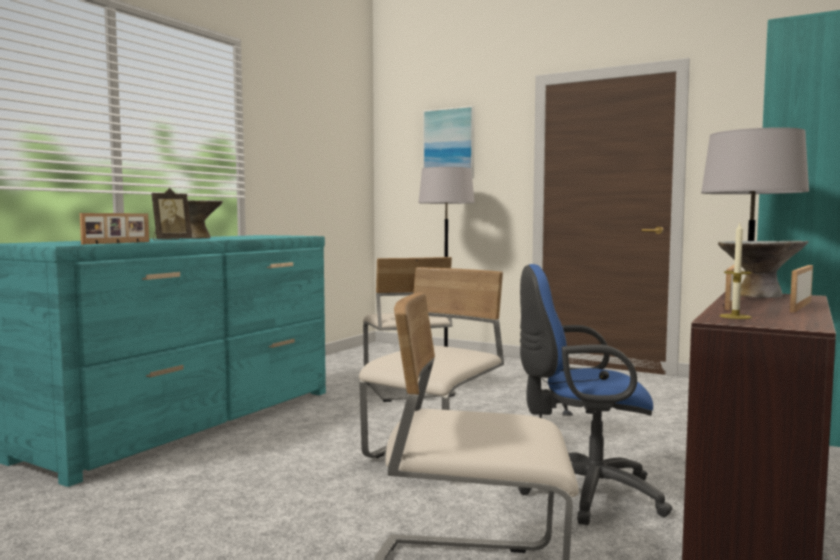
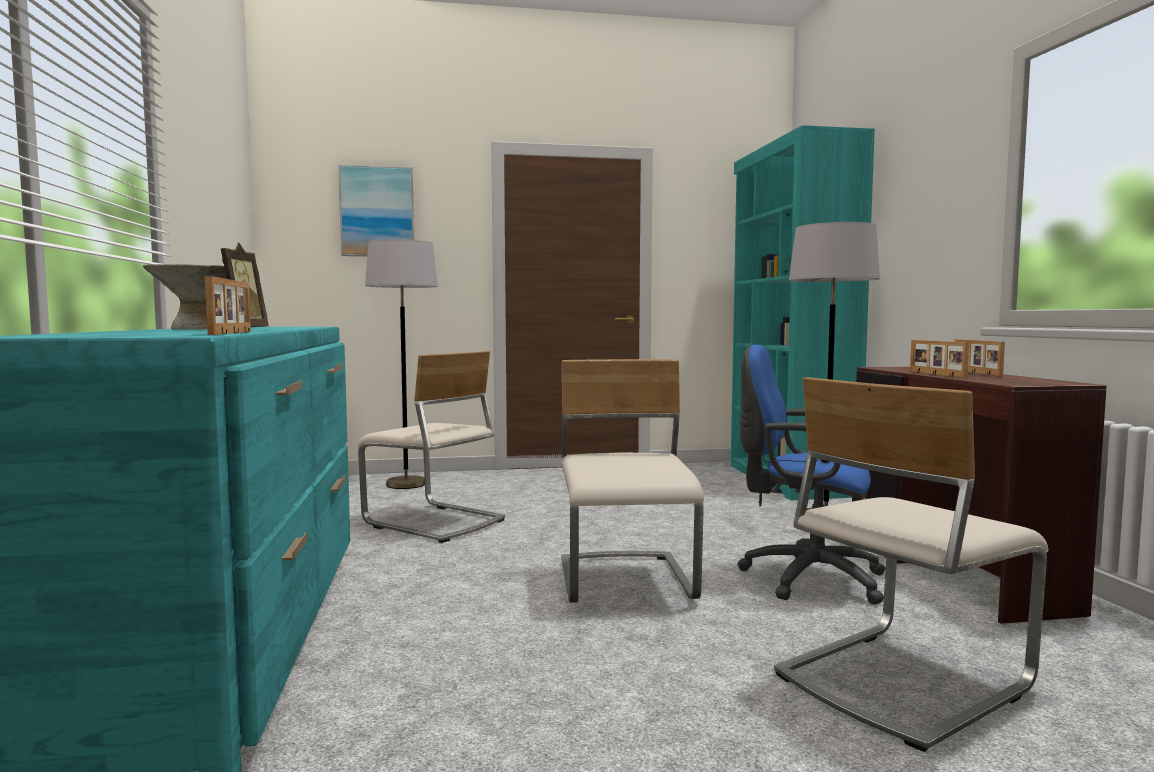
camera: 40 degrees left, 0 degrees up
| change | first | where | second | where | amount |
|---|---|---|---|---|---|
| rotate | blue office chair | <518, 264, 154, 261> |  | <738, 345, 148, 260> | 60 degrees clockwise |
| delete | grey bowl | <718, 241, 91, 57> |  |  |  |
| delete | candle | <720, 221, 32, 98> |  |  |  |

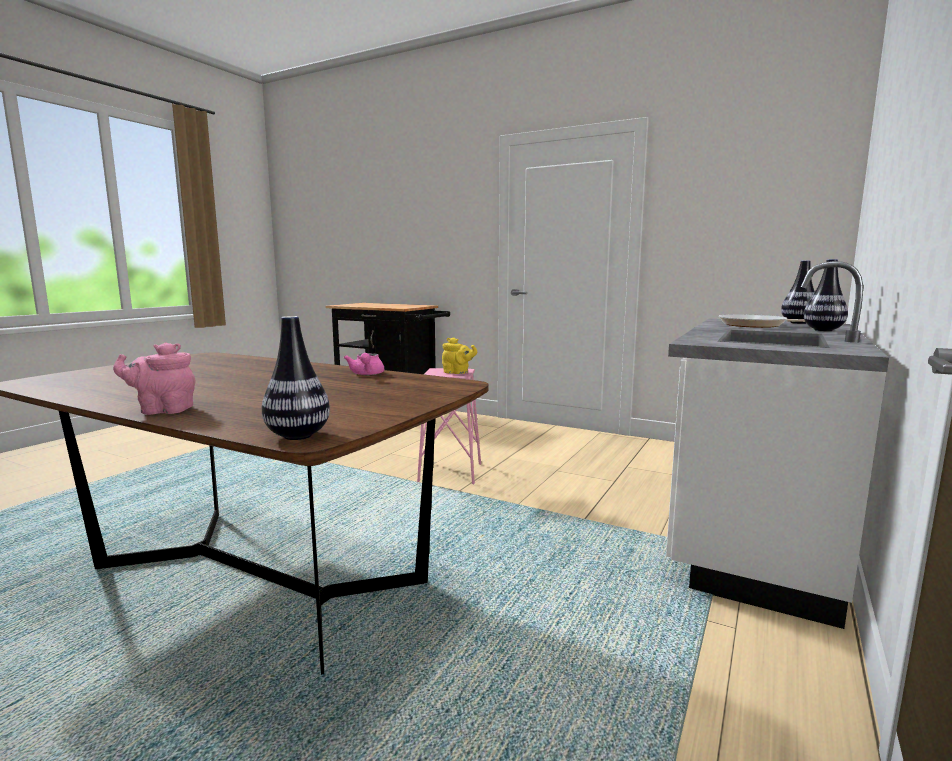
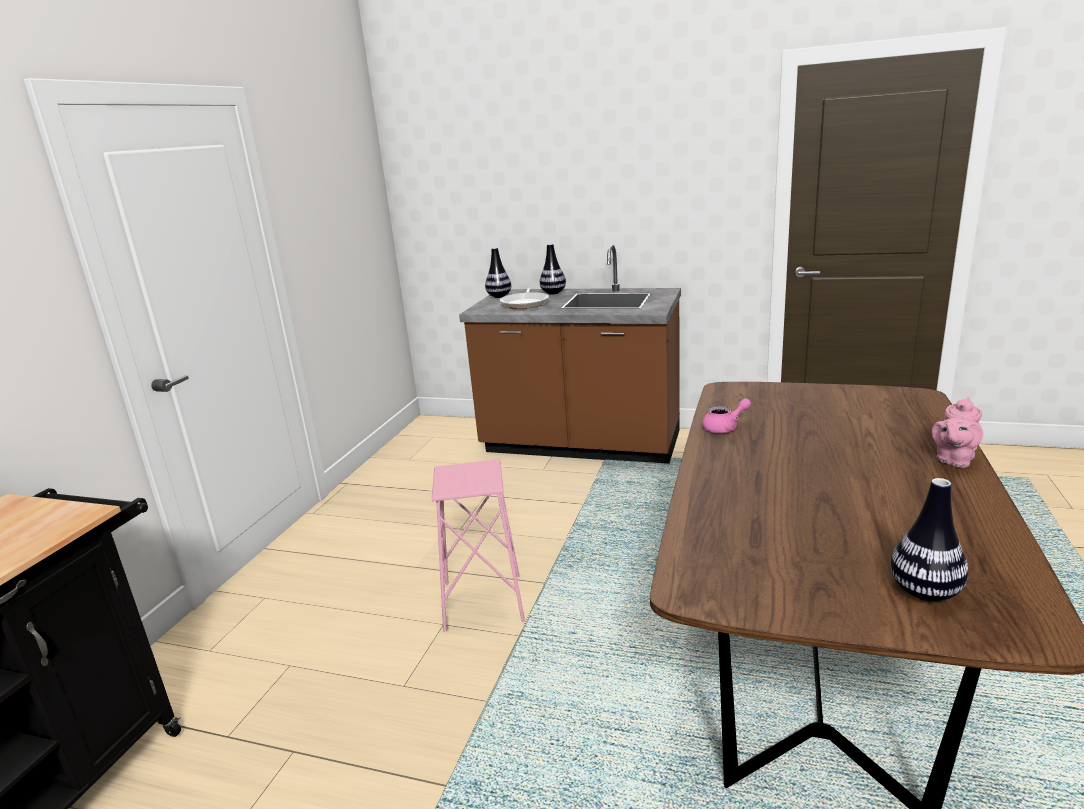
camera: 100 degrees left, 10 degrees up
| change | first | where | second | where | amount |
|---|---|---|---|---|---|
| recolor | white counter | <666, 261, 223, 368> | brown counter | <459, 245, 222, 219> |  |
| move | vase | <262, 316, 68, 124> |  | <890, 478, 78, 123> |  |
| rotate | pink teapot | <113, 342, 83, 73> |  | <932, 397, 51, 71> | 60 degrees clockwise |
| delete | yellow teapot | <442, 337, 35, 37> |  |  |  |

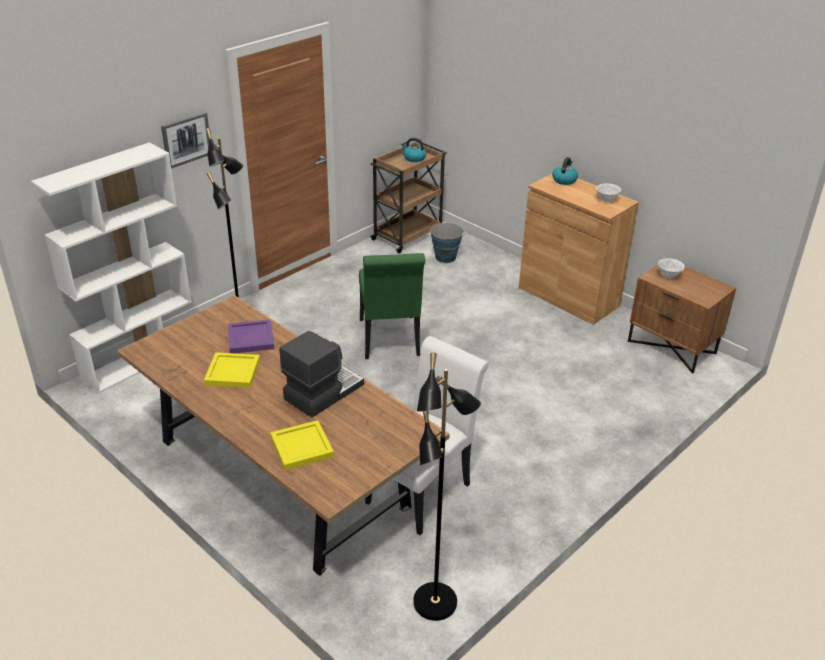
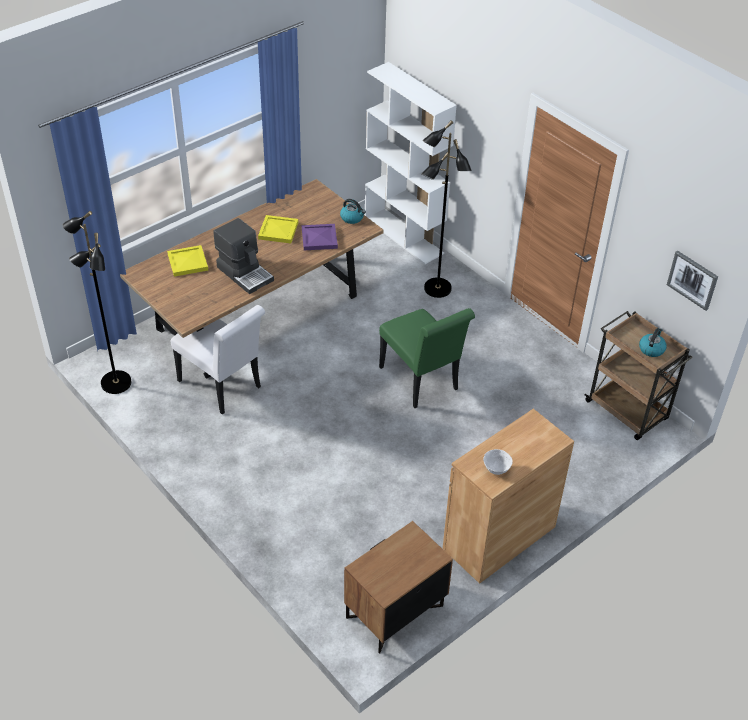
camera: 95 degrees right, 10 degrees up
| change | first | where | second | where | amount |
|---|---|---|---|---|---|
| move | kettle | <552, 157, 26, 28> |  | <340, 199, 26, 25> |  |
| rotate | green chair | <359, 253, 66, 106> |  | <379, 308, 96, 100> | 120 degrees counterclockwise |
| move | picture | <161, 112, 49, 56> |  | <667, 251, 51, 60> |  |
| delete | bucket | <429, 223, 35, 40> |  |  |  |
| delete | white bowl | <658, 258, 27, 20> |  |  |  |

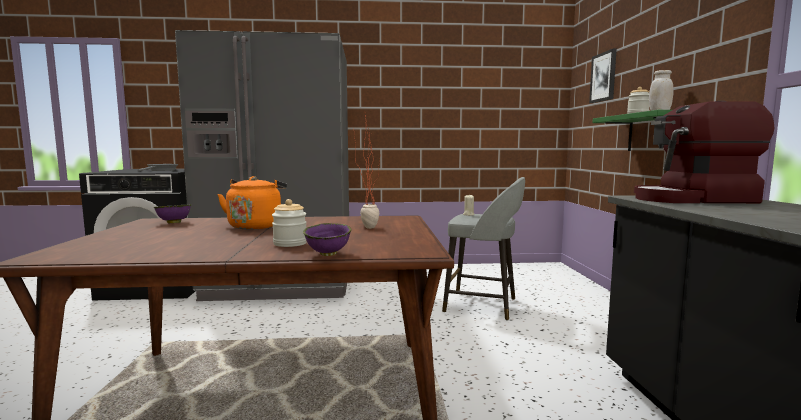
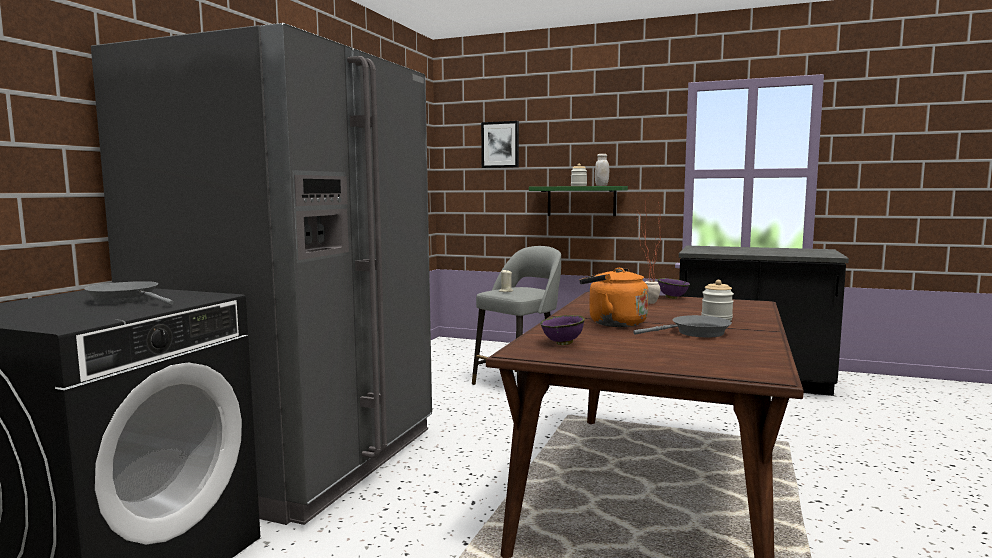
camera: 65 degrees left, 0 degrees up
| change | first | where | second | where | amount |
|---|---|---|---|---|---|
| insert |  |  | grey frying pan | <633, 315, 99, 22> |  |
| move | purple bowl | <303, 223, 48, 33> |  | <658, 278, 32, 21> |  |
| delete | coffee machine | <634, 101, 140, 102> |  |  |  |

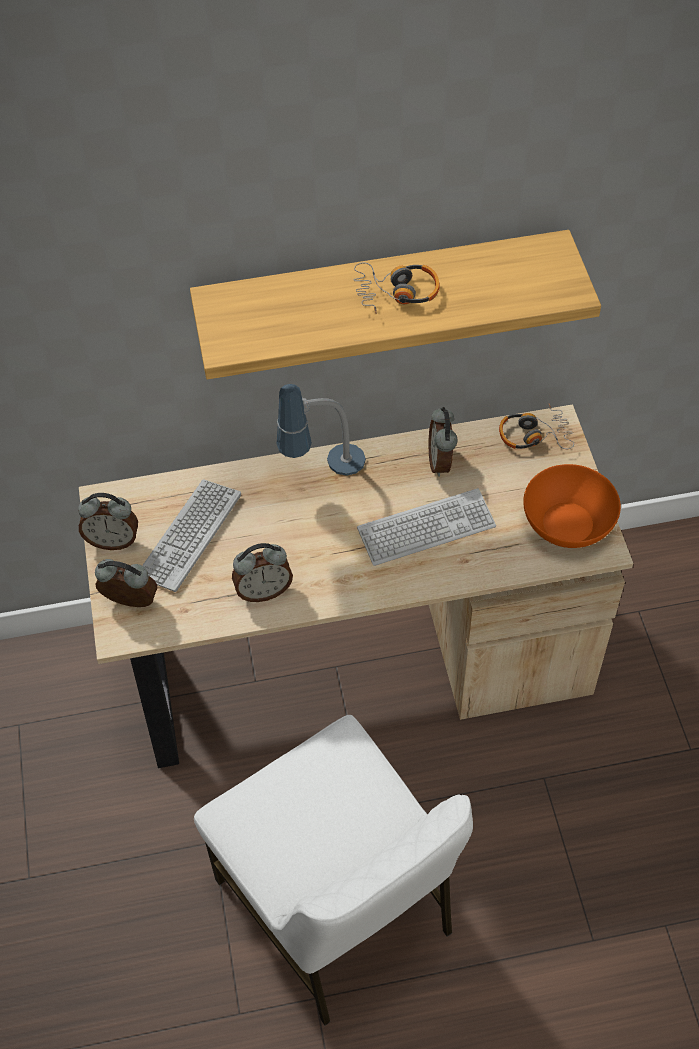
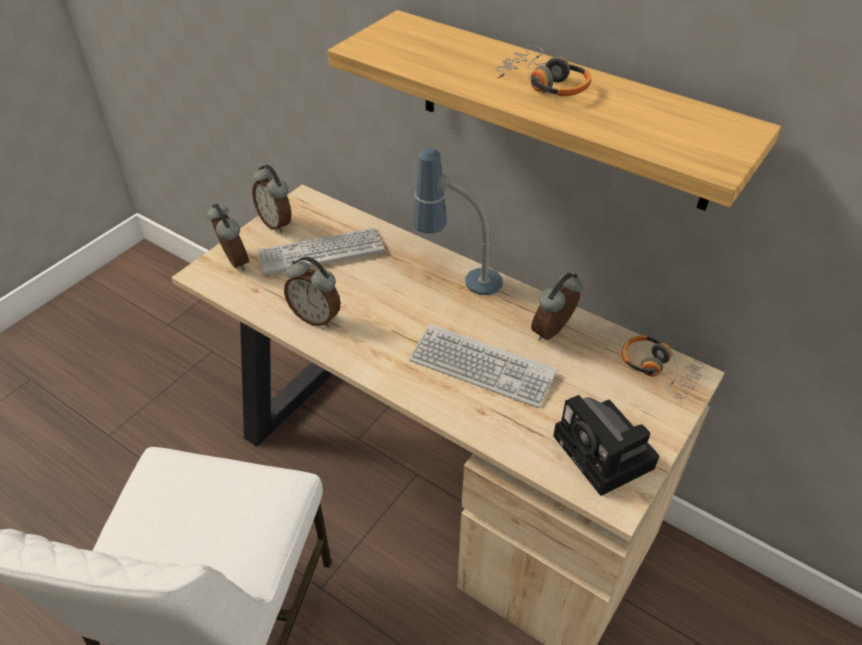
camera: 45 degrees right, 10 degrees down
| change | first | where | second | where | amount |
|---|---|---|---|---|---|
| replace | orange bowl | <523, 464, 98, 84> | photo camera | <553, 395, 106, 101> |  |

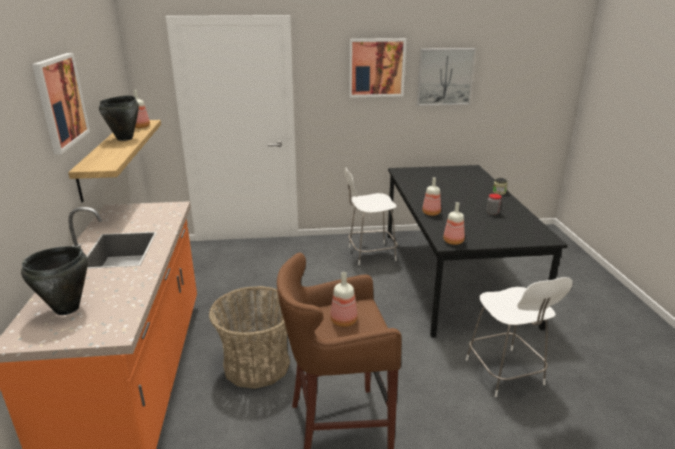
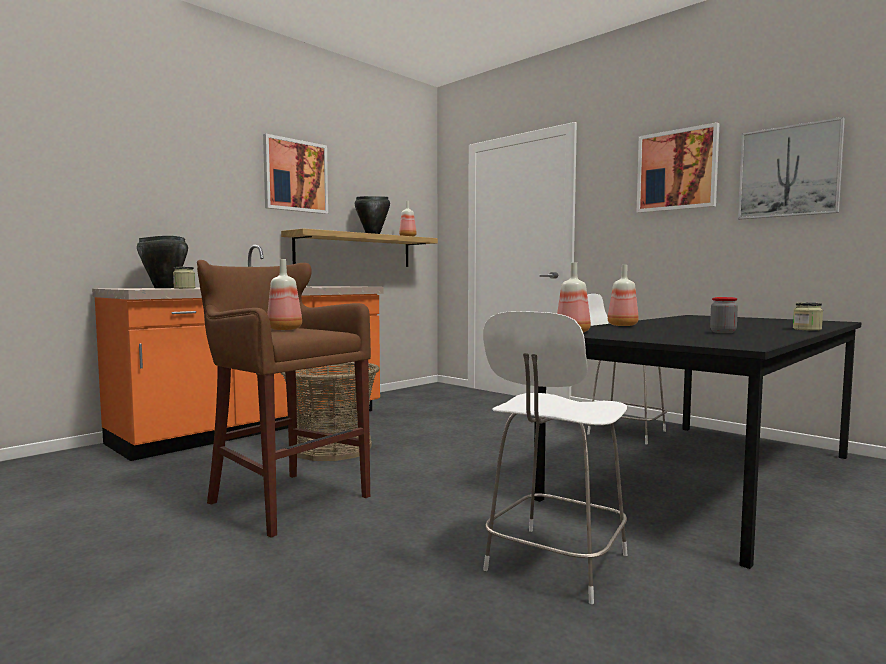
camera: 50 degrees right, 20 degrees down
| change | first | where | second | where | amount |
|---|---|---|---|---|---|
| insert |  |  | jar | <173, 267, 22, 22> |  |

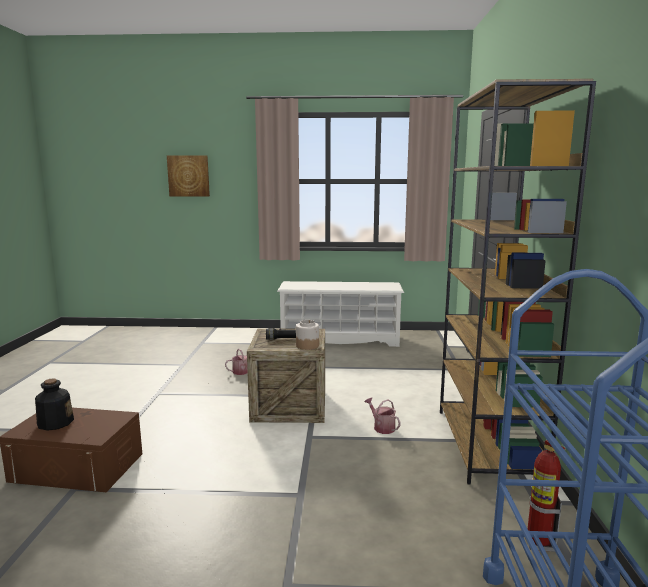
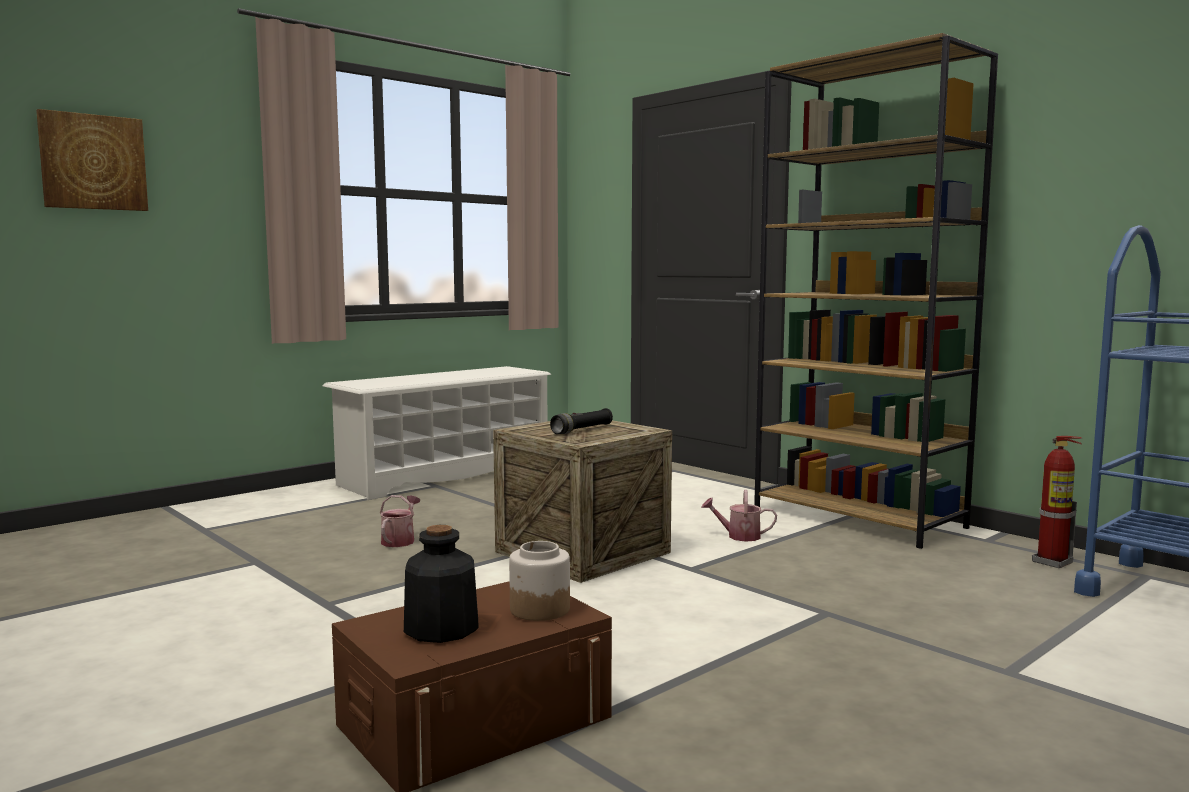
camera: 45 degrees left, 5 degrees down
| change | first | where | second | where | amount |
|---|---|---|---|---|---|
| move | jar | <296, 320, 23, 30> |  | <509, 541, 61, 80> |  |

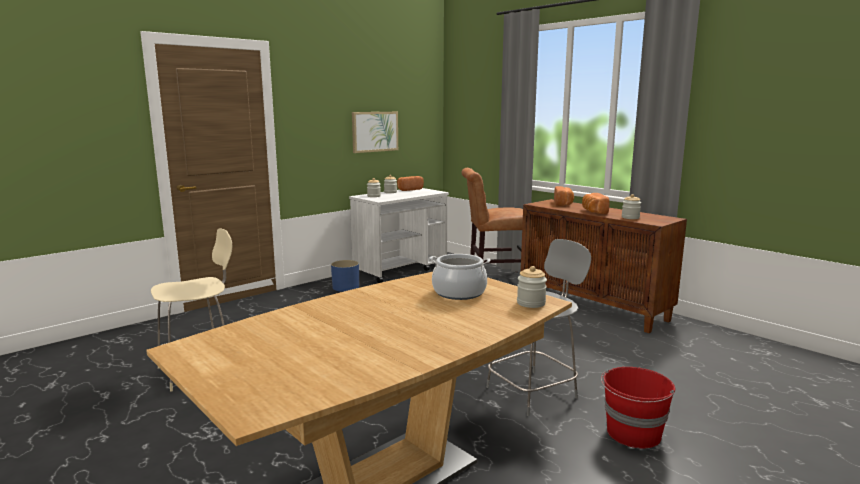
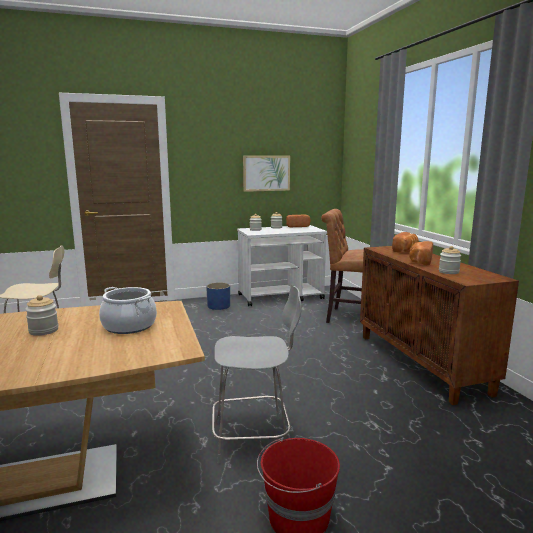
camera: 25 degrees right, 0 degrees up
| change | first | where | second | where | amount |
|---|---|---|---|---|---|
| move | jar | <517, 266, 30, 42> |  | <25, 295, 34, 41> |  |

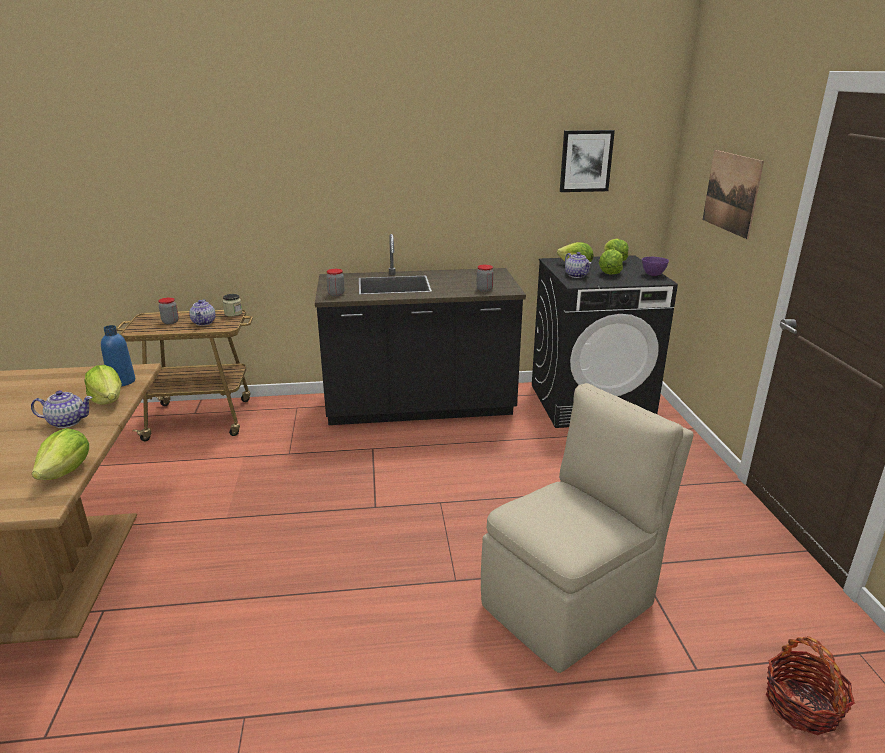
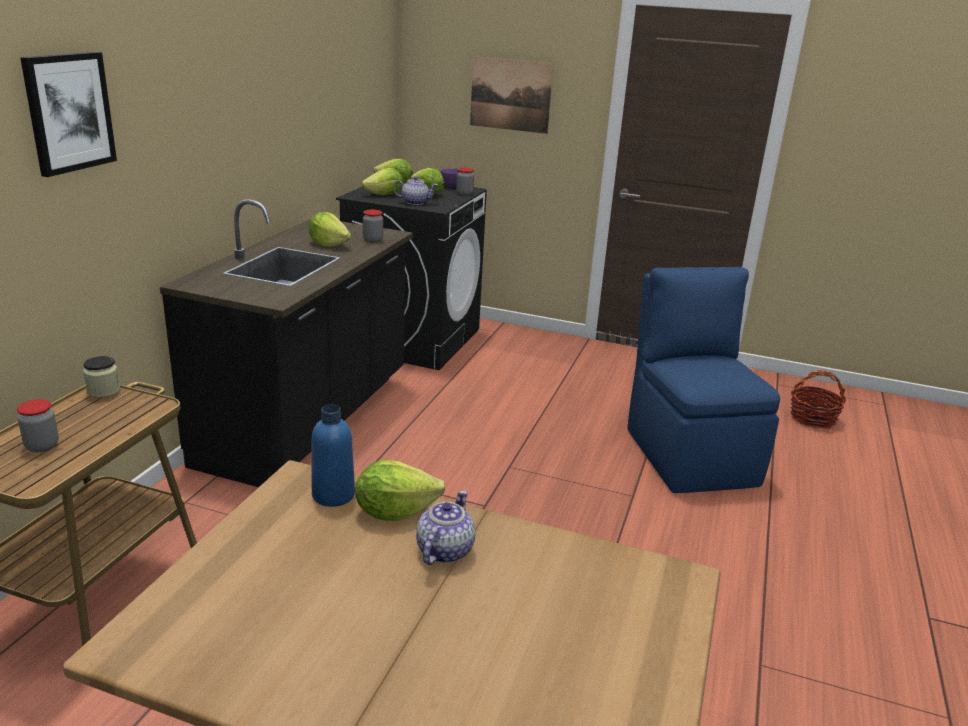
camera: 65 degrees left, 0 degrees up
| change | first | where | second | where | amount |
|---|---|---|---|---|---|
| move | picture | <560, 130, 55, 62> |  | <20, 52, 97, 125> |  |
| move | lettuce | <32, 428, 57, 52> |  | <309, 212, 42, 35> |  |
| move | jar | <326, 269, 19, 27> |  | <456, 168, 18, 27> |  |
| recolor | beige chair | <481, 383, 213, 290> | blue chair | <627, 267, 153, 226> |  |
| delete | teapot | <189, 299, 27, 27> |  |  |  |

